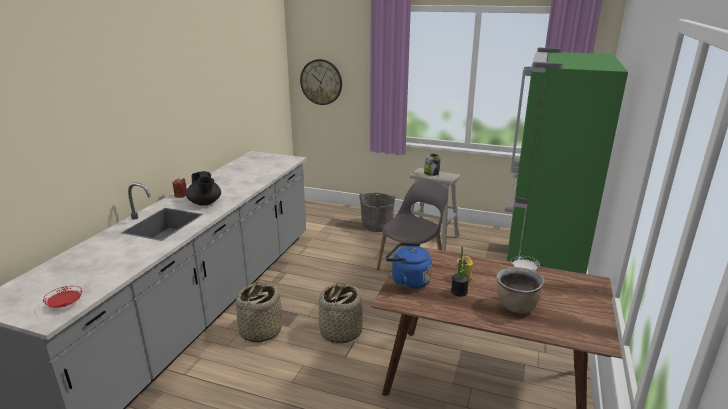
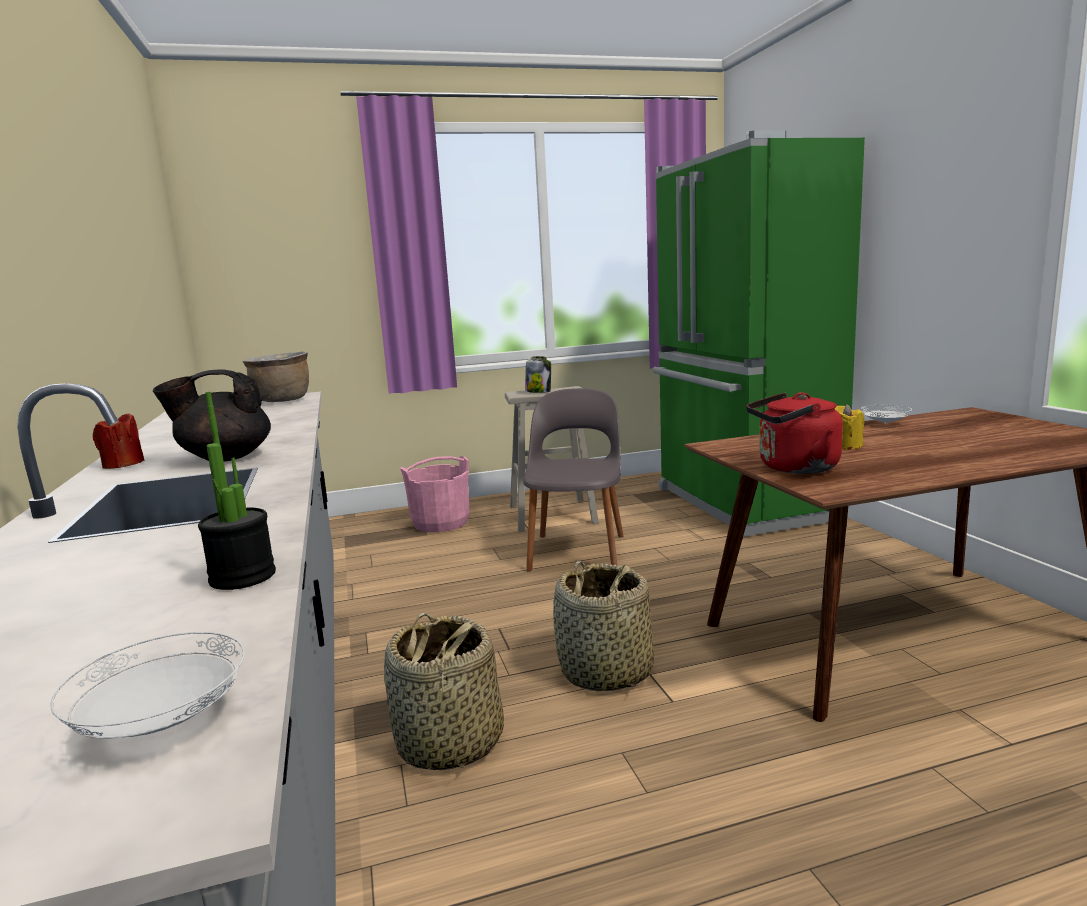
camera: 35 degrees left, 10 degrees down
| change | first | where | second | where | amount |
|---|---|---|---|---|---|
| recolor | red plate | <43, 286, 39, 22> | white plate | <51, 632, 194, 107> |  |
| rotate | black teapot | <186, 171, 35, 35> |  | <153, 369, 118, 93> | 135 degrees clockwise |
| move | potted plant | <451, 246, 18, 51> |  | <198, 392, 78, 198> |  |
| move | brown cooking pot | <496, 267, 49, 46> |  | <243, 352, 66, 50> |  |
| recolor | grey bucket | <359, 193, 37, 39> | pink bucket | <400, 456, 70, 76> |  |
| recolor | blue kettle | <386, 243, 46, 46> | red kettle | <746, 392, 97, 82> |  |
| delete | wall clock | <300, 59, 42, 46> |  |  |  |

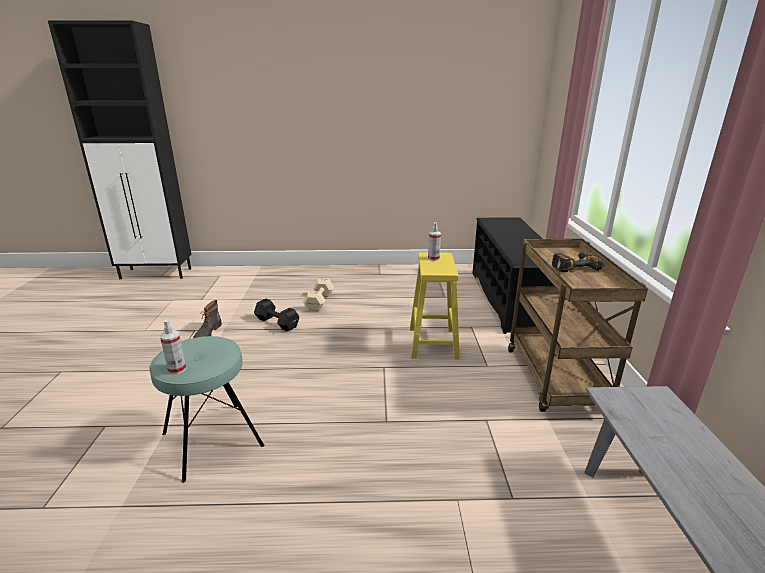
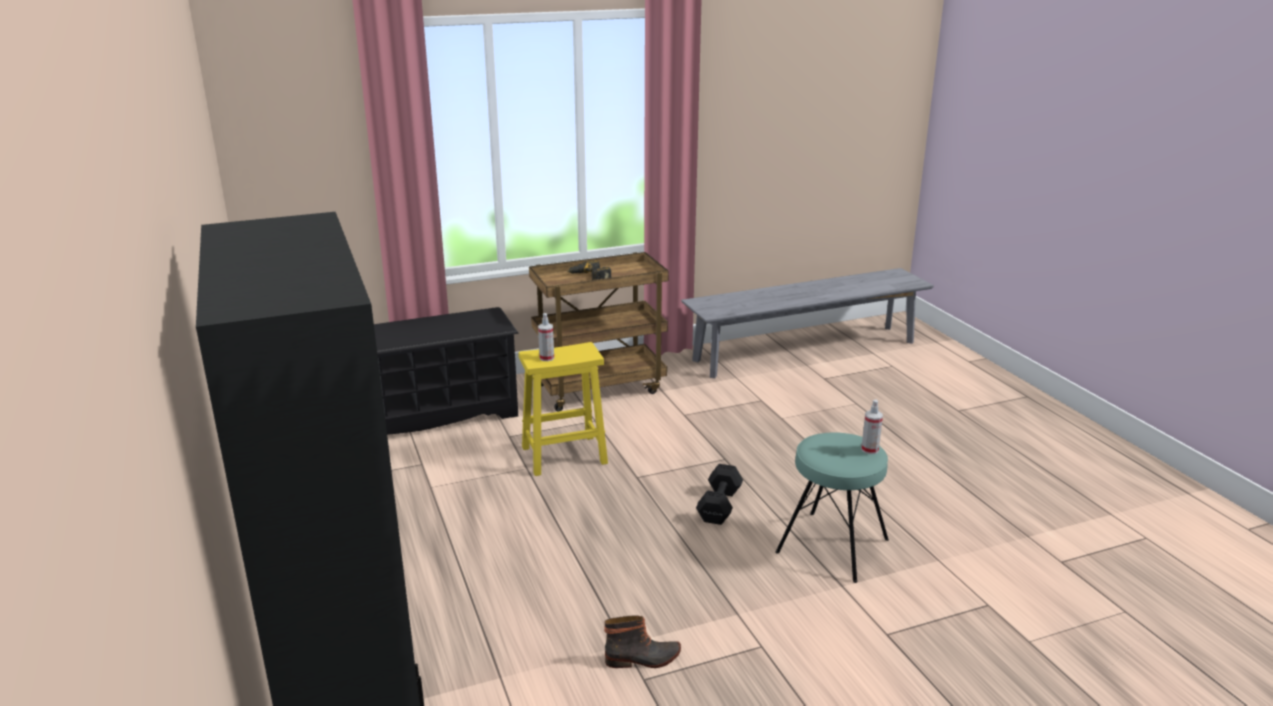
camera: 110 degrees left, 0 degrees up
| change | first | where | second | where | amount |
|---|---|---|---|---|---|
| move | black dumbbell | <254, 299, 45, 33> |  | <696, 464, 47, 61> |  |
| delete | beige dumbbell | <303, 278, 31, 33> |  |  |  |

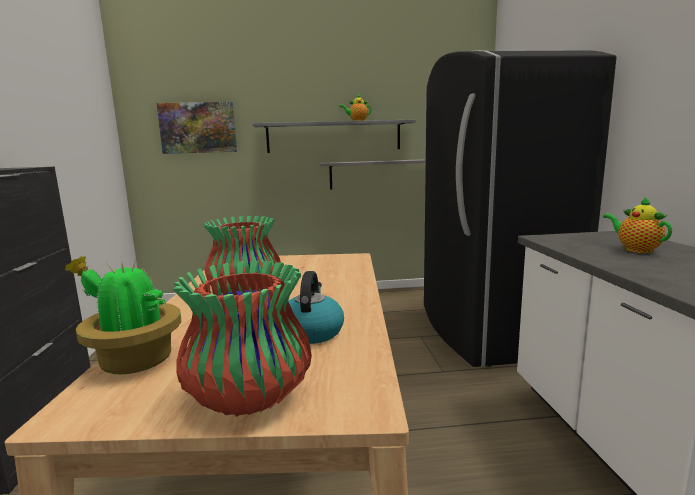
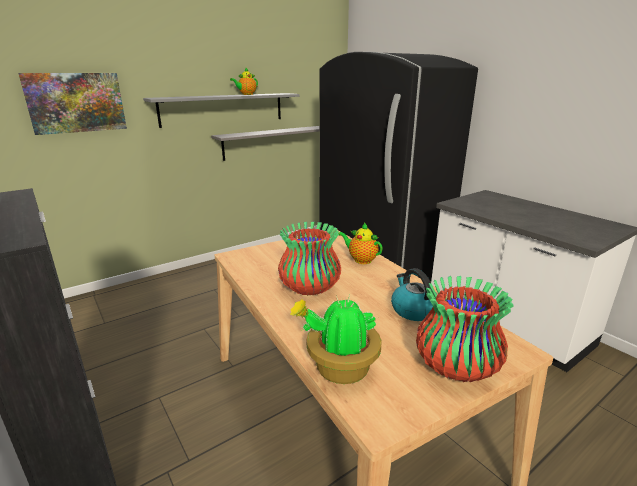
camera: 30 degrees left, 10 degrees up
| change | first | where | second | where | amount |
|---|---|---|---|---|---|
| move | teapot | <603, 197, 69, 56> |  | <338, 223, 45, 41> |  |

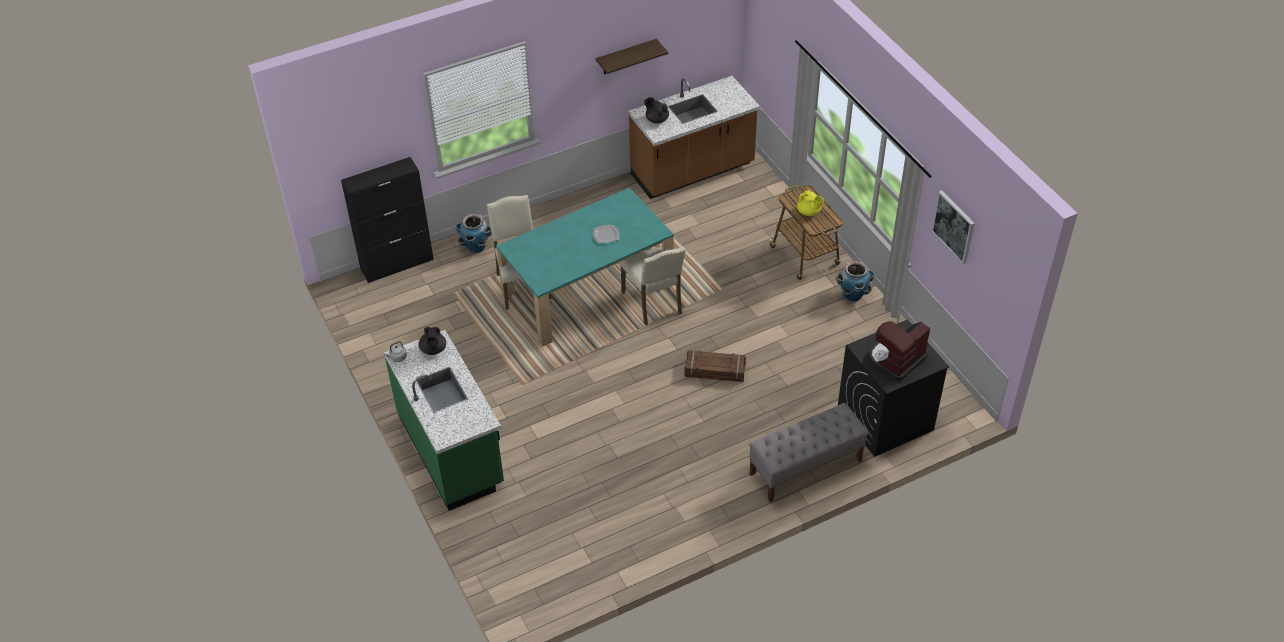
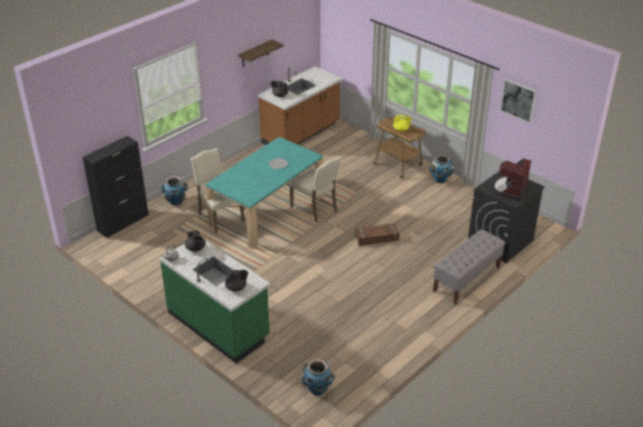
camera: 20 degrees left, 10 degrees down
| change | first | where | second | where | amount |
|---|---|---|---|---|---|
| insert |  |  | black teapot | <225, 270, 23, 22> |  |
| insert |  |  | planter | <300, 359, 35, 36> |  |

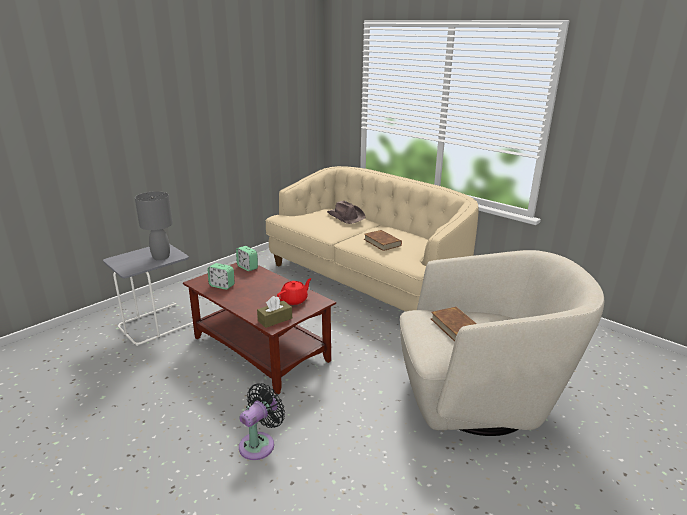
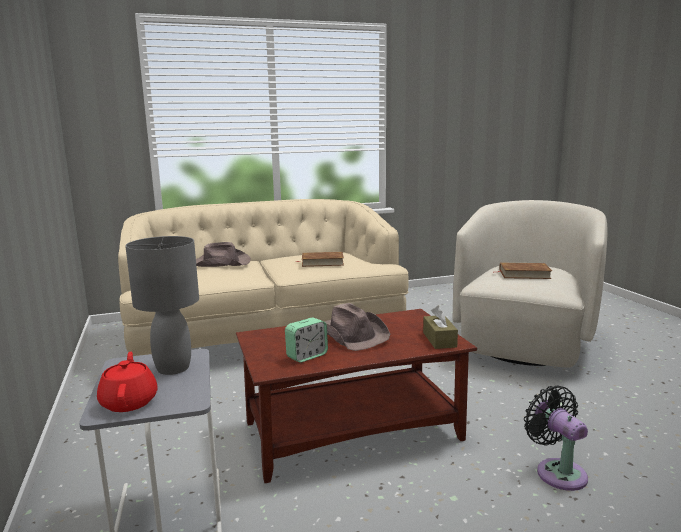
camera: 60 degrees left, 10 degrees down
| change | first | where | second | where | amount |
|---|---|---|---|---|---|
| move | red teapot | <277, 278, 35, 27> |  | <97, 352, 61, 60> |  |
| insert |  |  | brown hat | <324, 303, 66, 48> |  |
| delete | alarm clock | <236, 246, 22, 25> |  |  |  |

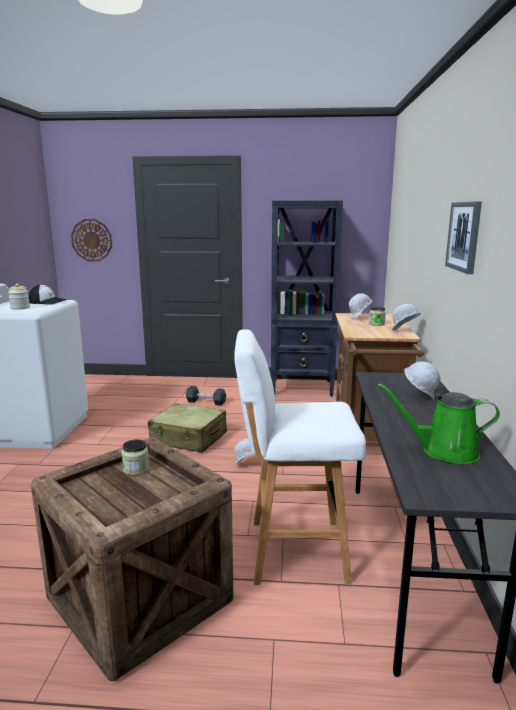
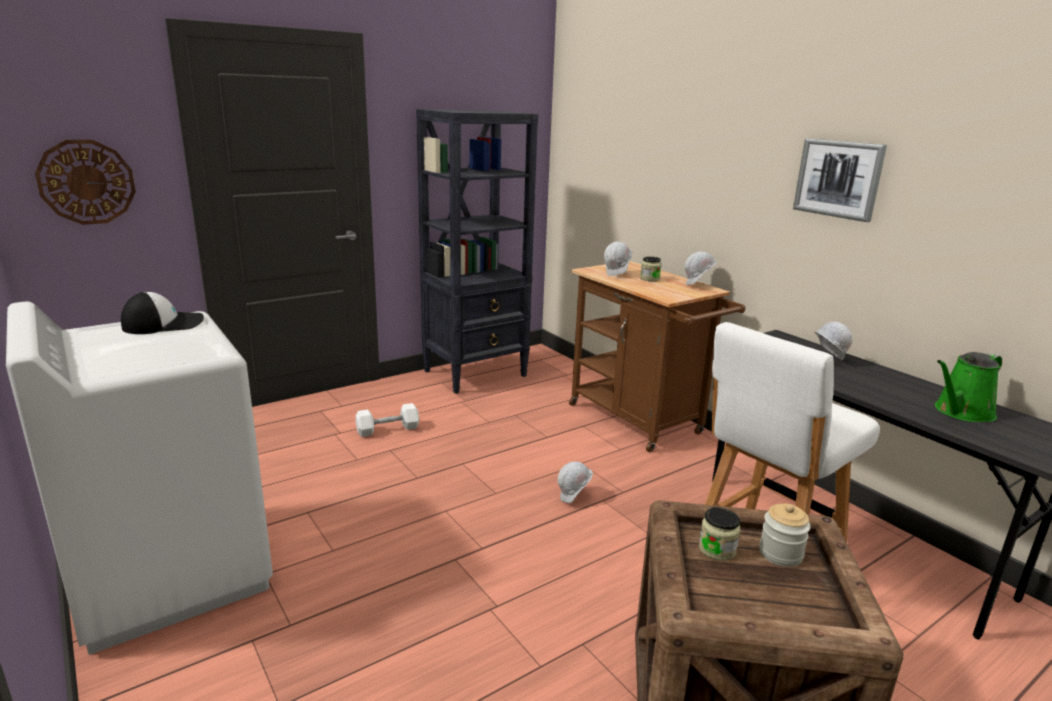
camera: 40 degrees left, 5 degrees up
| change | first | where | second | where | amount |
|---|---|---|---|---|---|
| recolor | black dumbbell | <186, 386, 40, 20> | white dumbbell | <355, 403, 64, 34> |  |
| move | jar | <8, 283, 22, 27> |  | <759, 503, 52, 64> |  |
| delete | beige suitcase | <148, 403, 79, 50> |  |  |  |

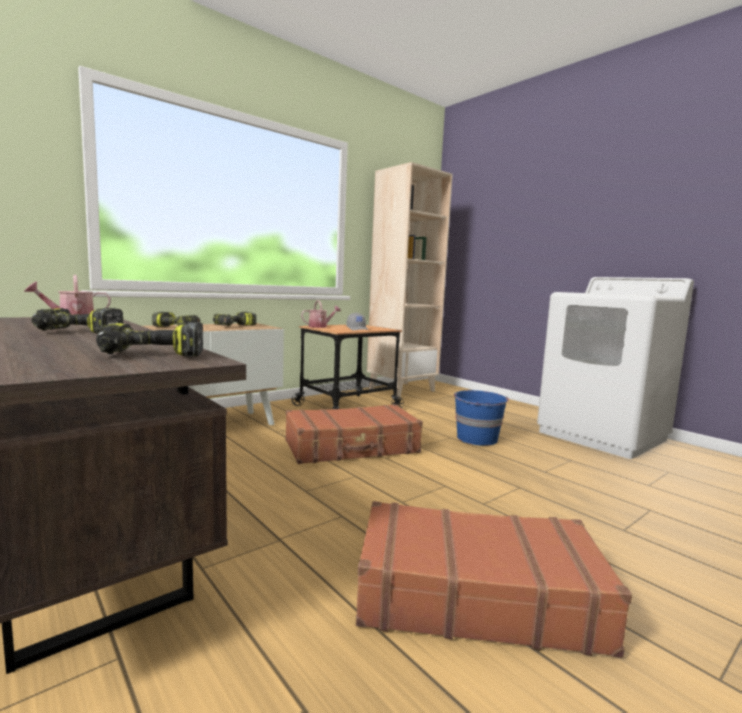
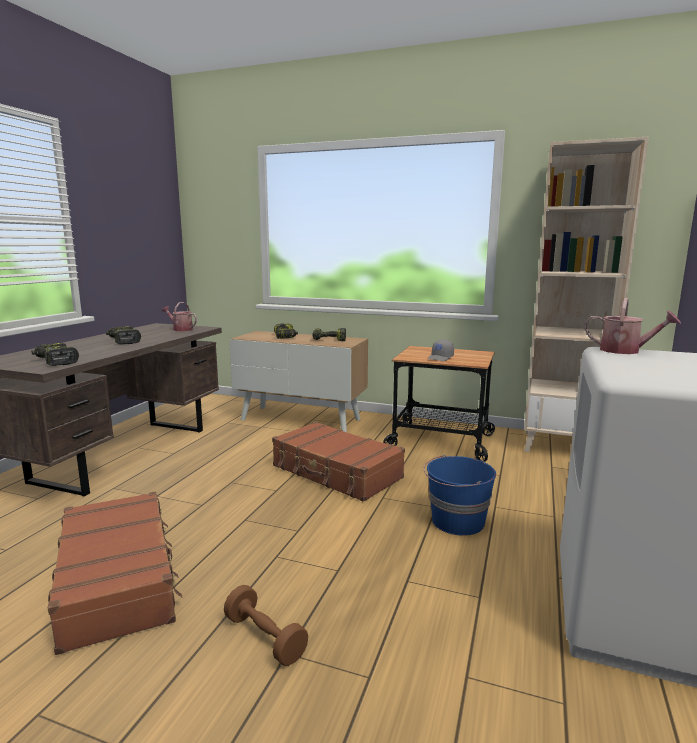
camera: 60 degrees right, 5 degrees up
| change | first | where | second | where | amount |
|---|---|---|---|---|---|
| insert |  |  | brown dumbbell | <224, 585, 84, 81> |  |
| move | watering can | <301, 300, 40, 28> |  | <584, 298, 97, 56> |  |

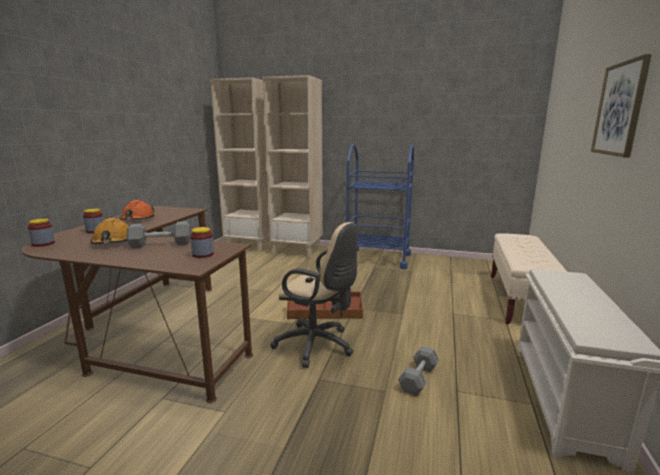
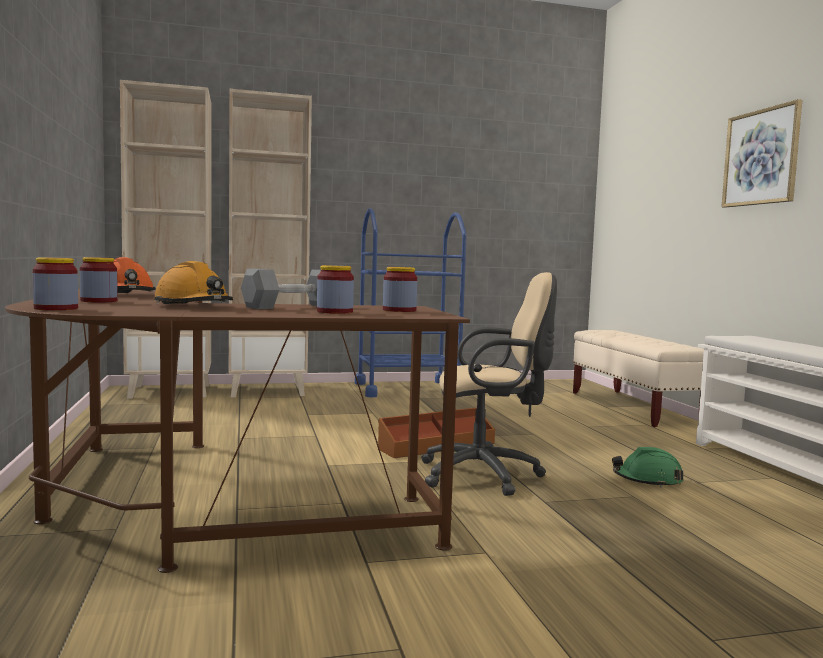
camera: 30 degrees left, 10 degrees down
| change | first | where | second | where | amount |
|---|---|---|---|---|---|
| insert |  |  | jar | <317, 265, 37, 49> |  |
| replace | grey dumbbell | <398, 346, 41, 50> | green hard hat | <612, 447, 72, 40> |  |

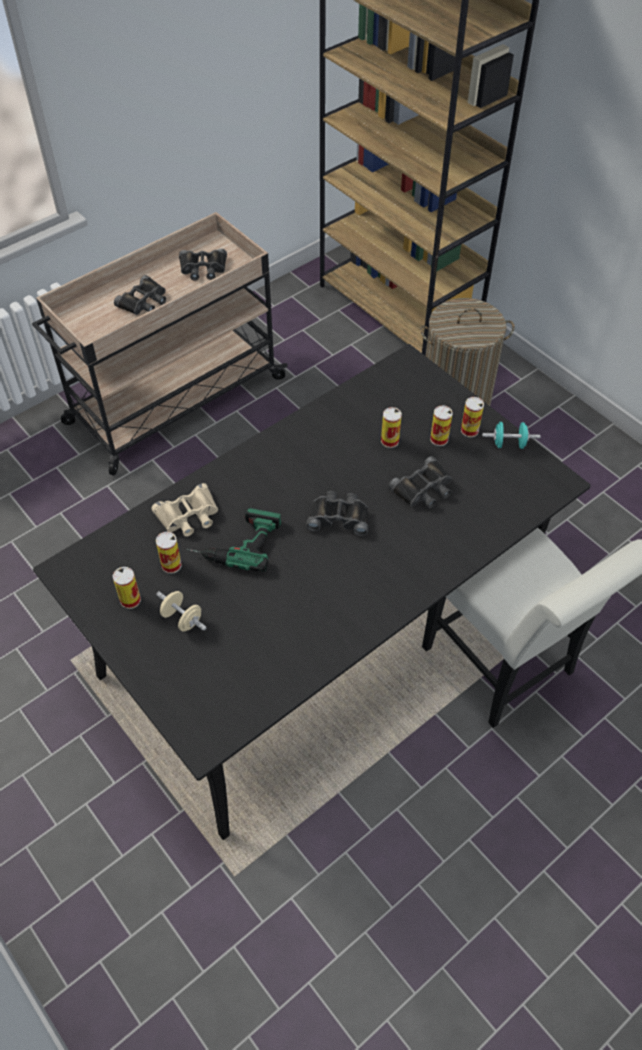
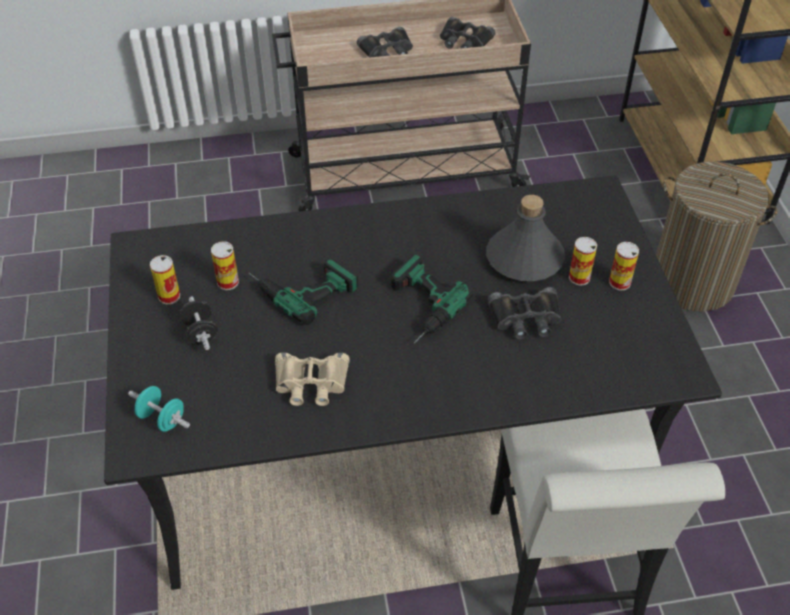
camera: 30 degrees right, 5 degrees down
| change | first | where | second | where | amount |
|---|---|---|---|---|---|
| move | turquoise dumbbell | <482, 422, 58, 27> |  | <128, 386, 62, 46> |  |
| recolor | beige dumbbell | <156, 591, 51, 40> | black dumbbell | <179, 296, 39, 54> |  |
| move | beige binoculars | <151, 483, 67, 54> |  | <275, 352, 75, 54> |  |
| replace | black binoculars | <306, 491, 62, 45> | power drill | <391, 254, 82, 90> |  |
| replace | can | <381, 407, 21, 41> | grey bottle | <486, 195, 79, 86> |  |

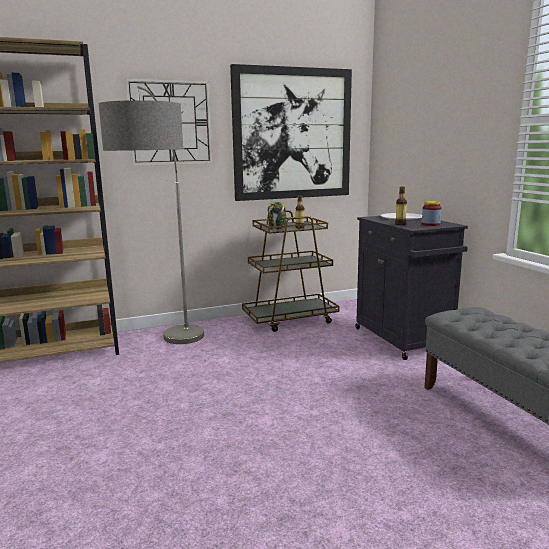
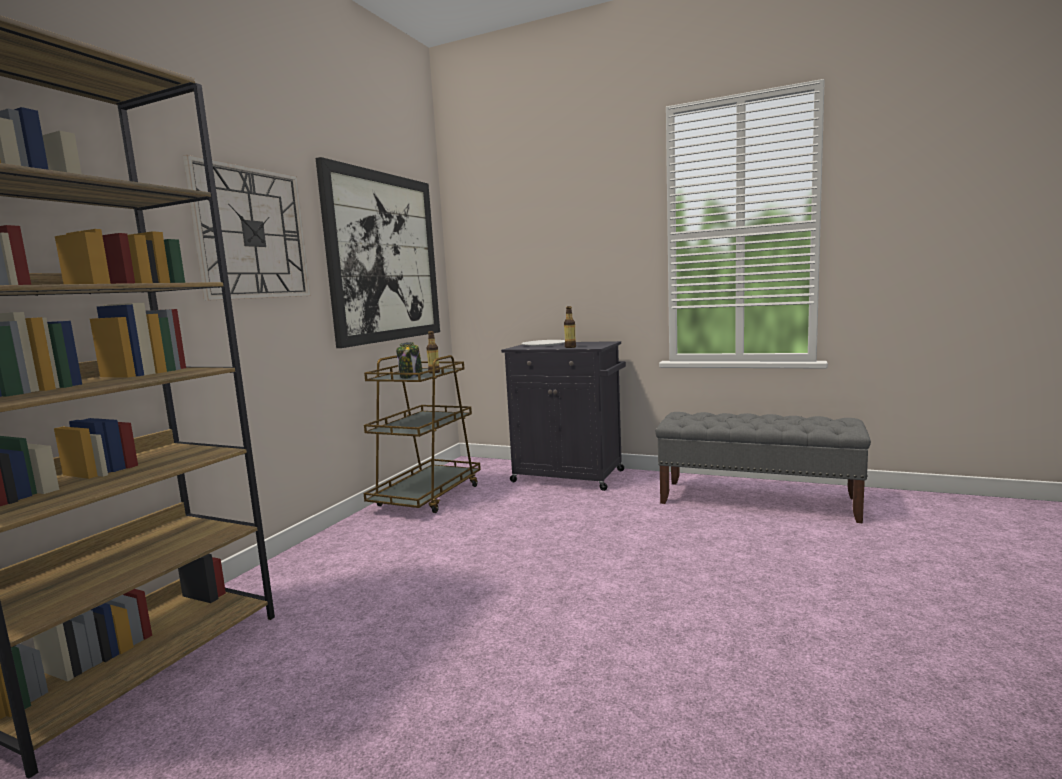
camera: 45 degrees left, 5 degrees down
| change | first | where | second | where | amount |
|---|---|---|---|---|---|
| delete | floor lamp | <98, 86, 106, 258> |  |  |  |
| delete | jar | <422, 201, 19, 25> |  |  |  |

